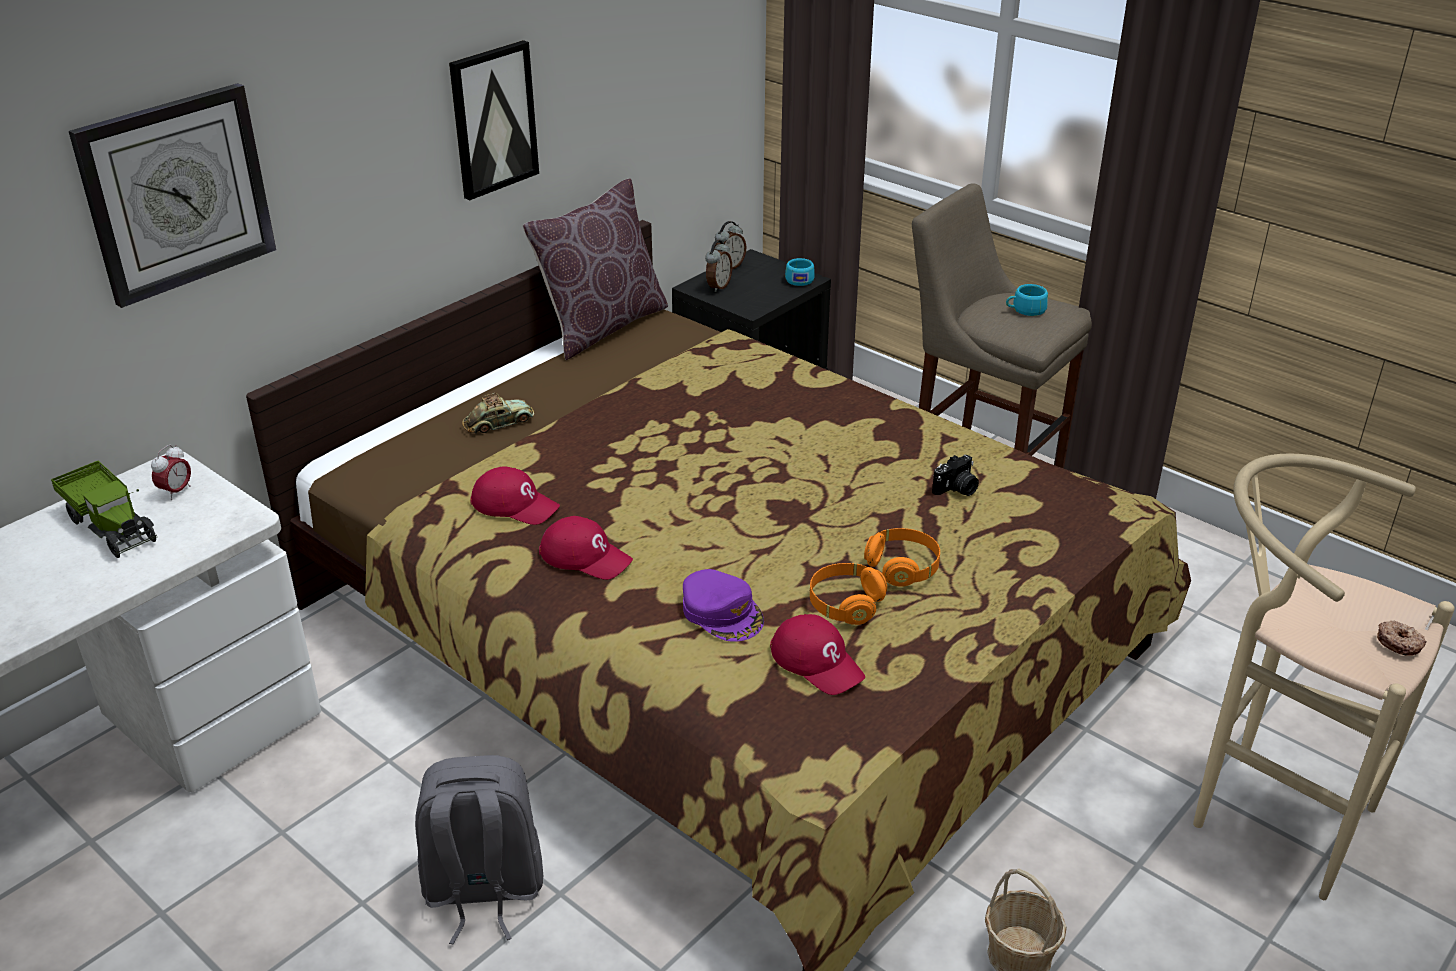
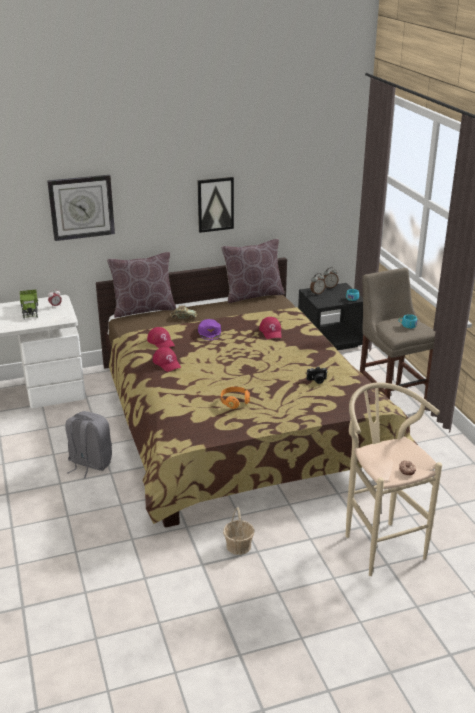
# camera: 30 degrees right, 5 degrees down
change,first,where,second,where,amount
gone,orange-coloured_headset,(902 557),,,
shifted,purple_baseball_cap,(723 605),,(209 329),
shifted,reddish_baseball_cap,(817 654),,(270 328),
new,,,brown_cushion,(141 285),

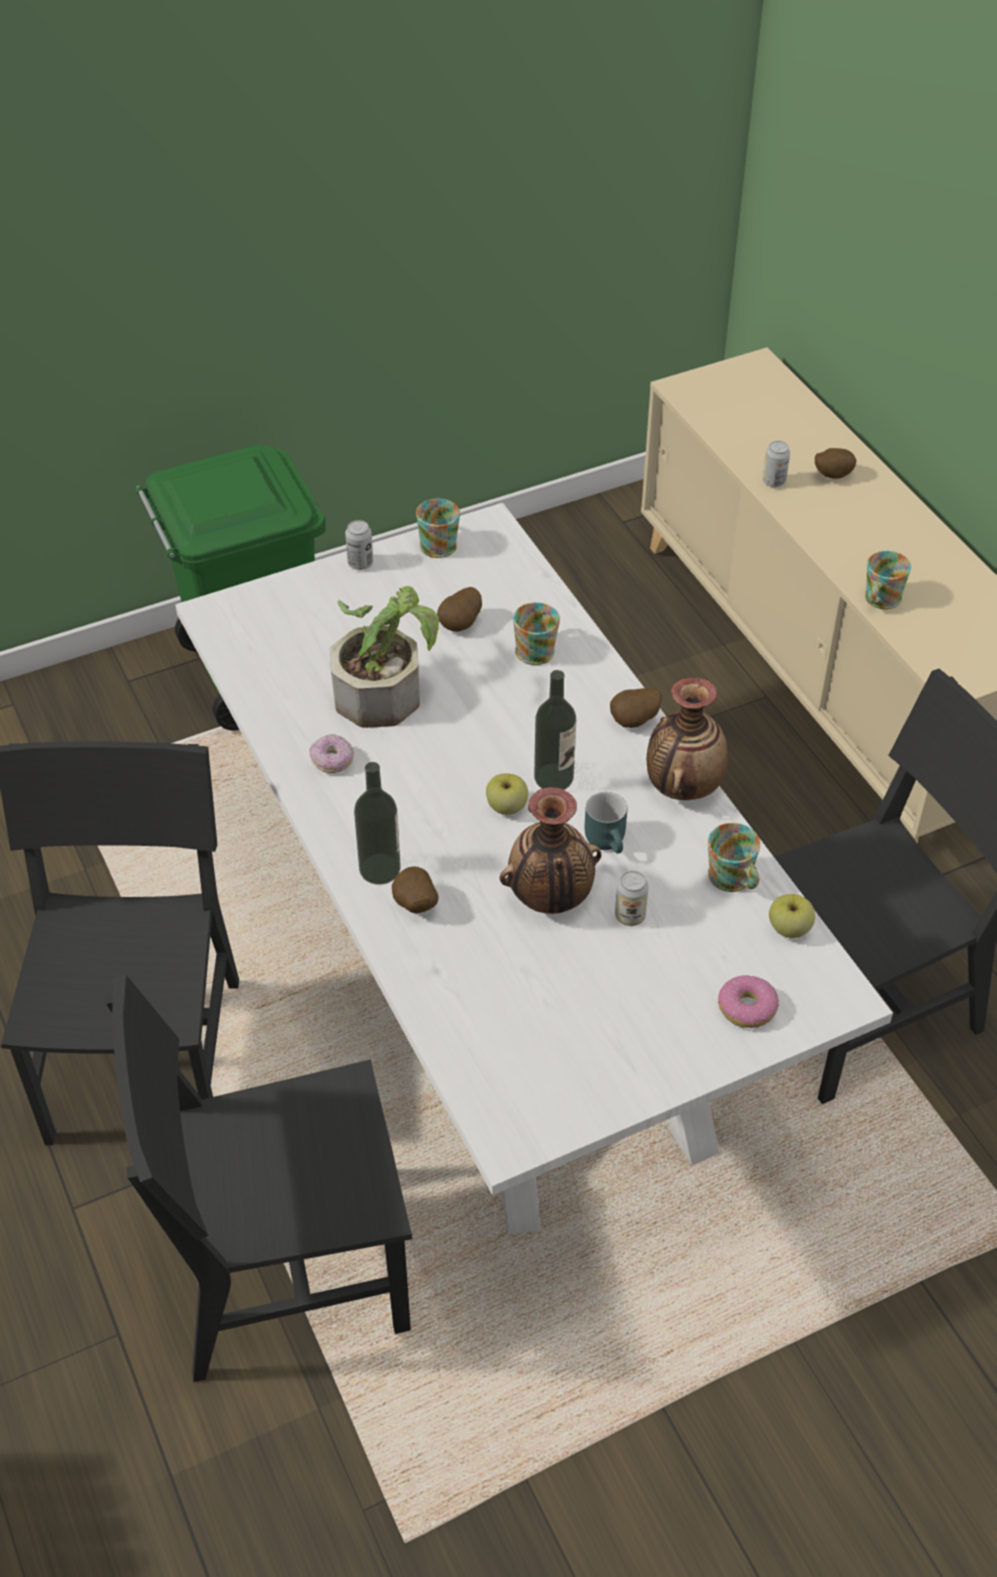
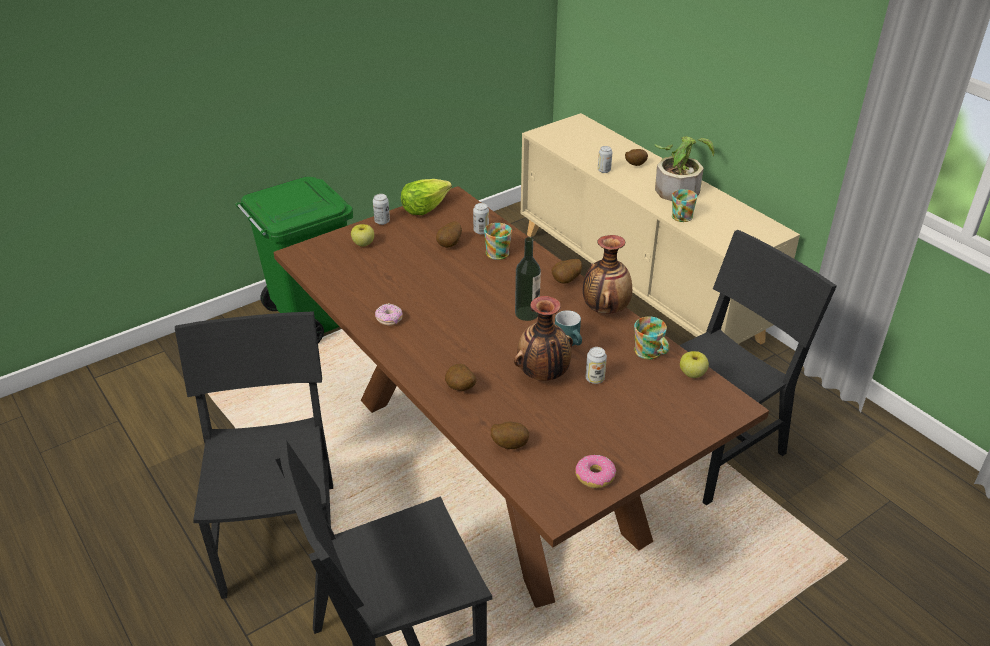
# camera: 10 degrees left, 10 degrees down
change,first,where,second,where,amount
swapped,coffee_mug,(438 528),lettuce,(426 197),
repainted,whitish_dinner_table,(534 868),brown_dinner_table,(521 397),
shifted,potted_plant,(384 657),,(685 168),
gone,drink_bottle,(377 823),,,
shifted,apple,(507 794),,(362 235),
shifted,donut,(748 1001),,(595 471),
new,,,sealed_can,(481 218),
new,,,potato,(509 435),

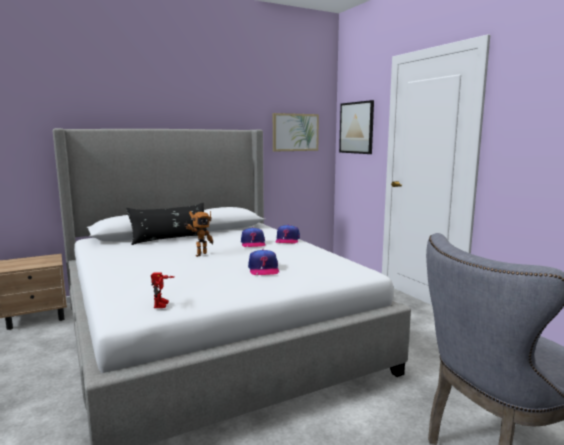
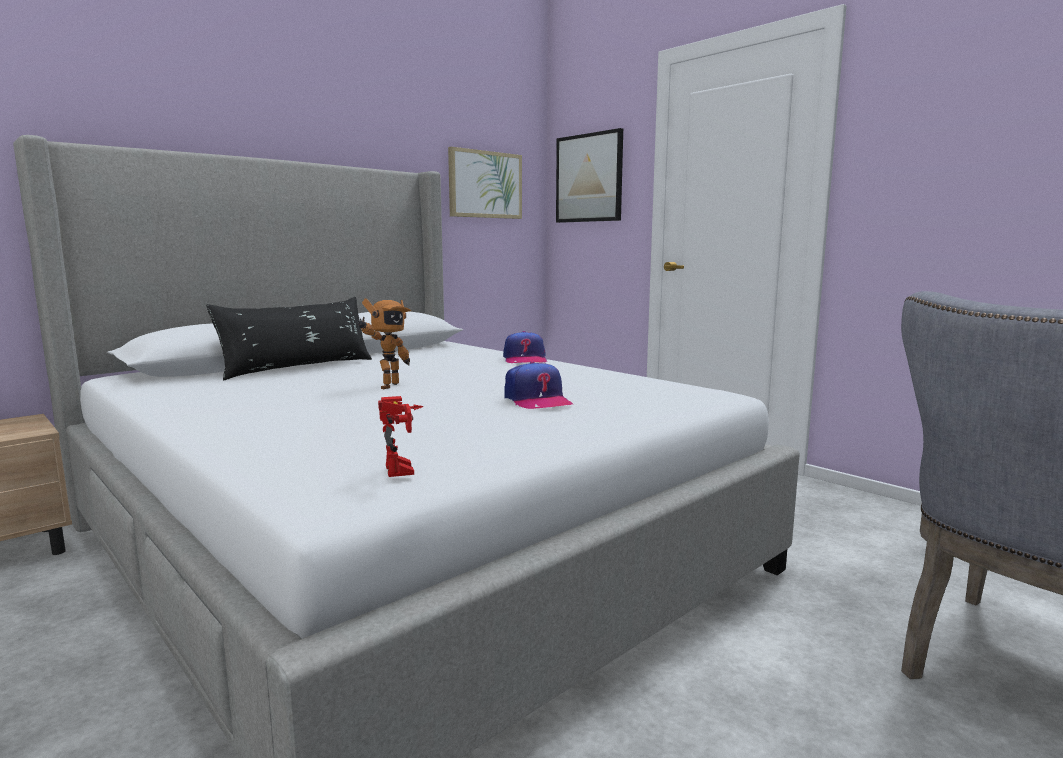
# camera: 15 degrees left, 0 degrees up
change,first,where,second,where,amount
gone,baseball_cap,(253 237),,,

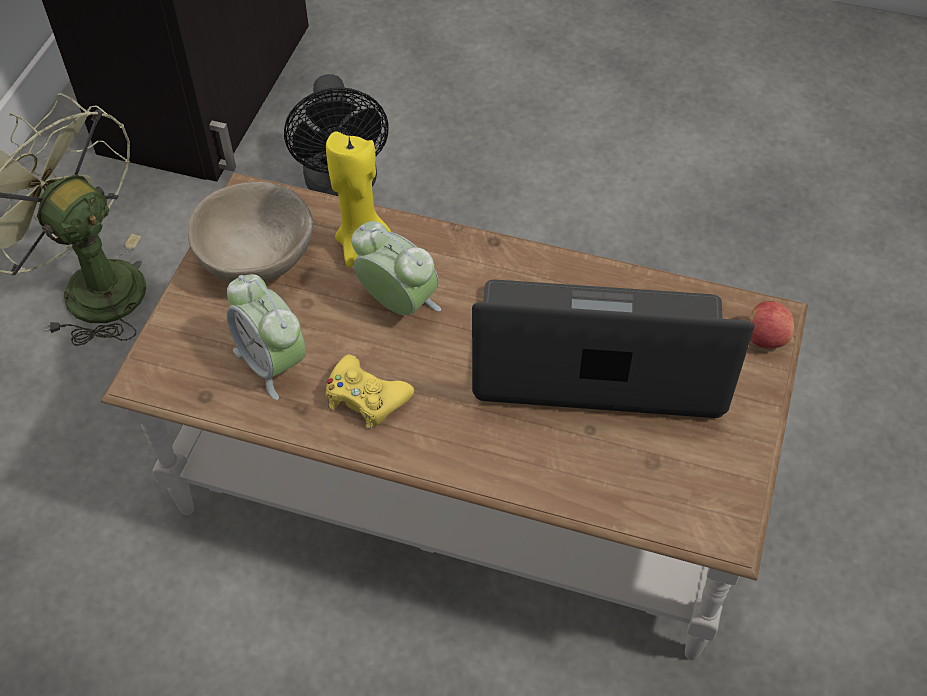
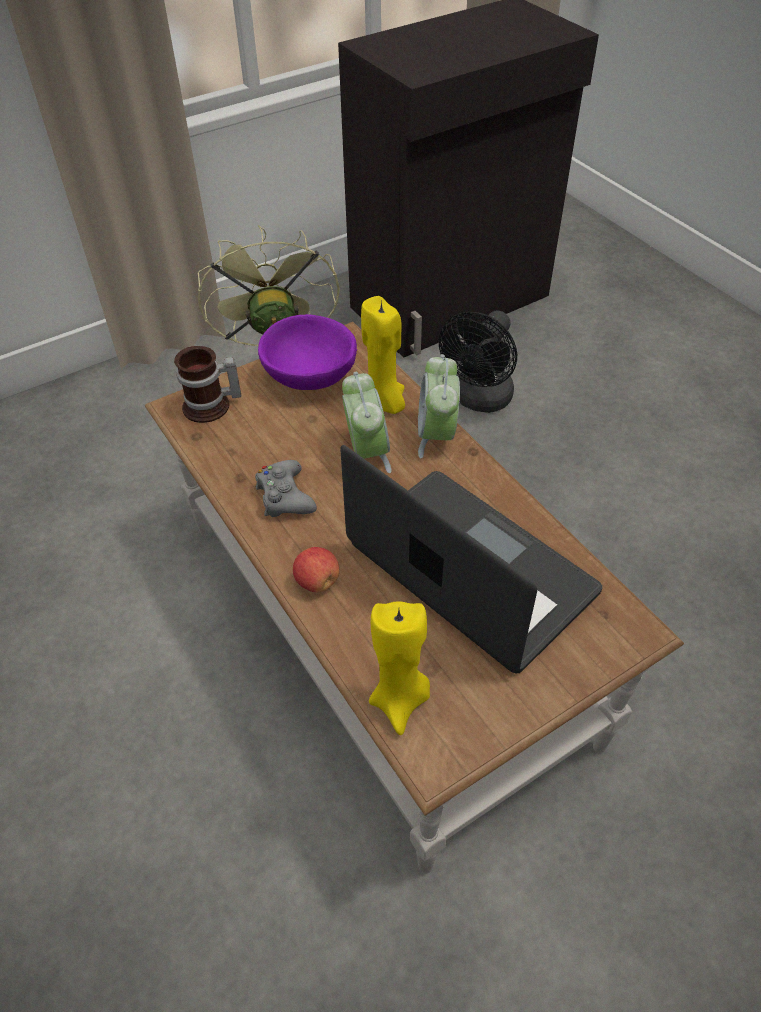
# camera: 40 degrees right, 5 degrees down
change,first,where,second,where,amount
repainted,sand-coloured_deep_dish,(250 232),purple_deep_dish,(307 352),
shifted,alarm_clock,(266 337),,(439 406),
shifted,apple,(770 324),,(316 569),
repainted,yellowish_game_controller,(370 391),gray_game_controller,(286 488),
new,,,coffee_mug,(207 384),
new,,,yellowish_candle,(399 668),

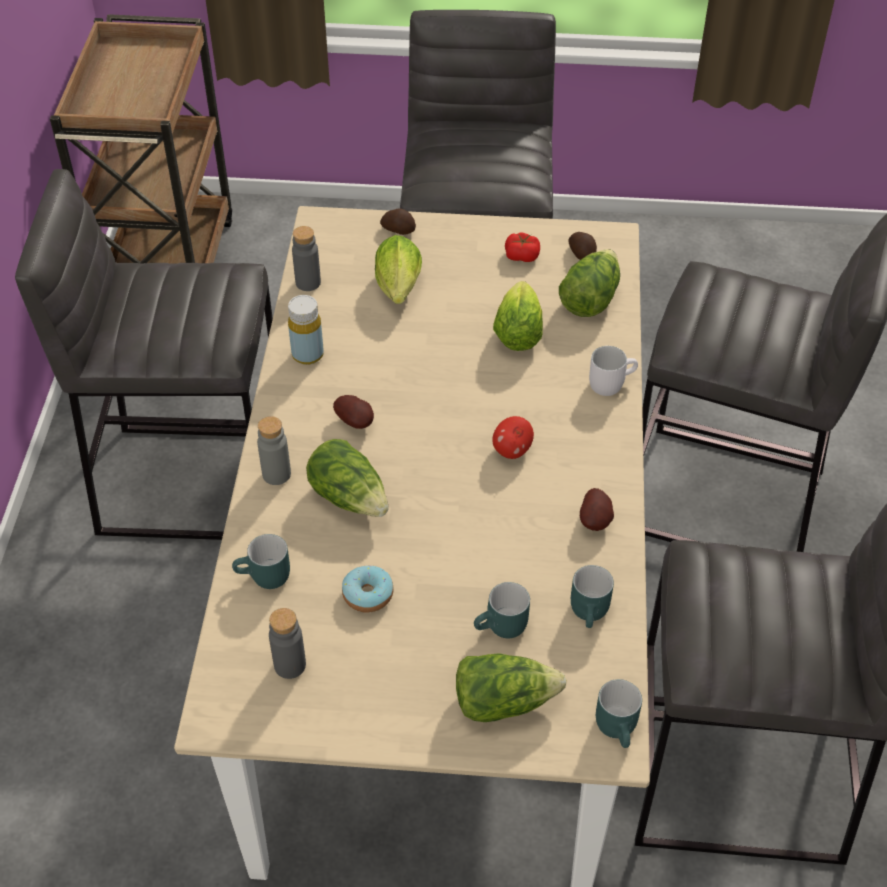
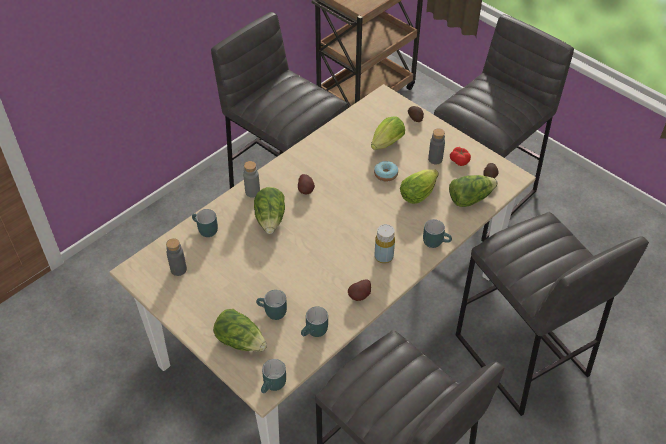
# camera: 40 degrees right, 0 degrees up
change,first,where,second,where,amount
shifted,gray_drink_bottle,(306 258),,(436 146),
shifted,yellowish_drink_bottle,(306 330),,(385 244),
repainted,whitish_coffee_mug,(613 371),turquoise_coffee_mug,(437 233),
gone,apple,(513 437),,,
shifted,donut,(368 589),,(386 171),

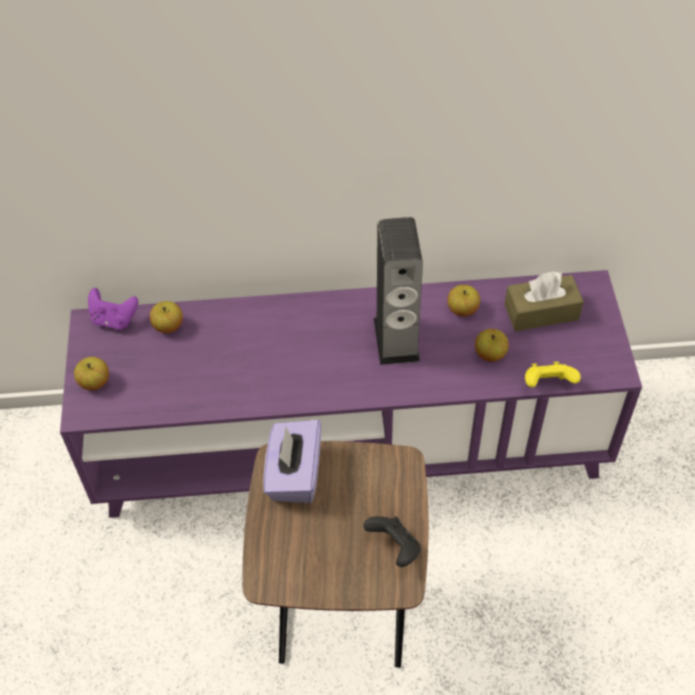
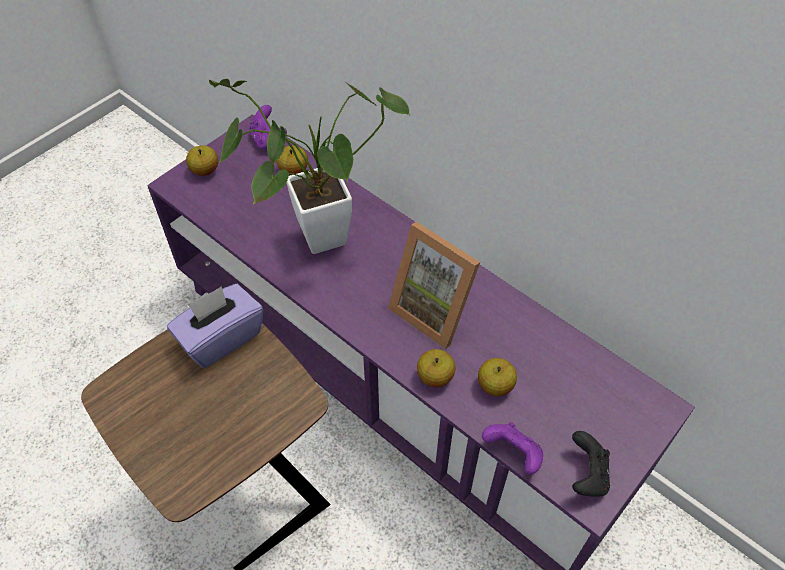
# camera: 45 degrees right, 0 degrees up
change,first,where,second,where,amount
swapped,loudspeaker,(398 291),standing_frame,(434 285),
gone,brown_tissue_box,(544 301),,,
shifted,apple,(463 301),,(436 368),
repainted,yellowish_game_controller,(553 375),purple_game_controller,(512 448),
shifted,black_game_controller,(392 541),,(591 463),
new,,,potted_plant,(309 166),

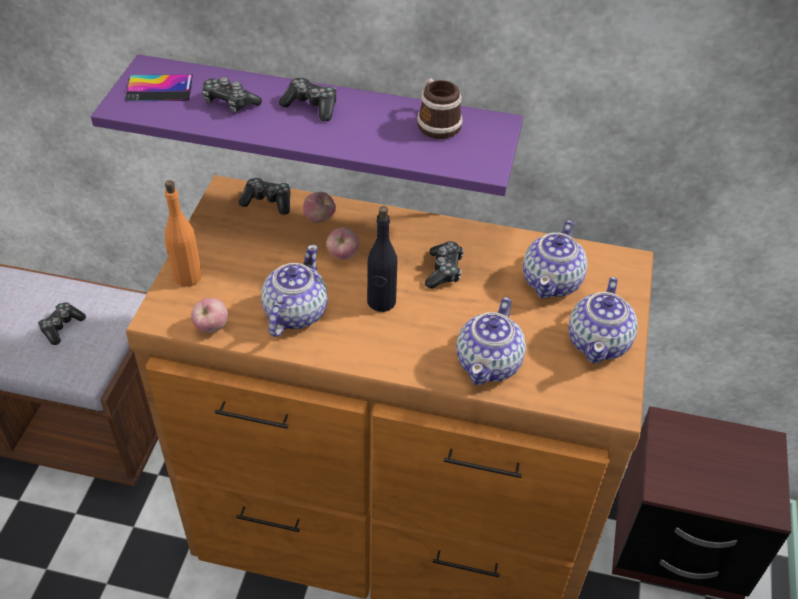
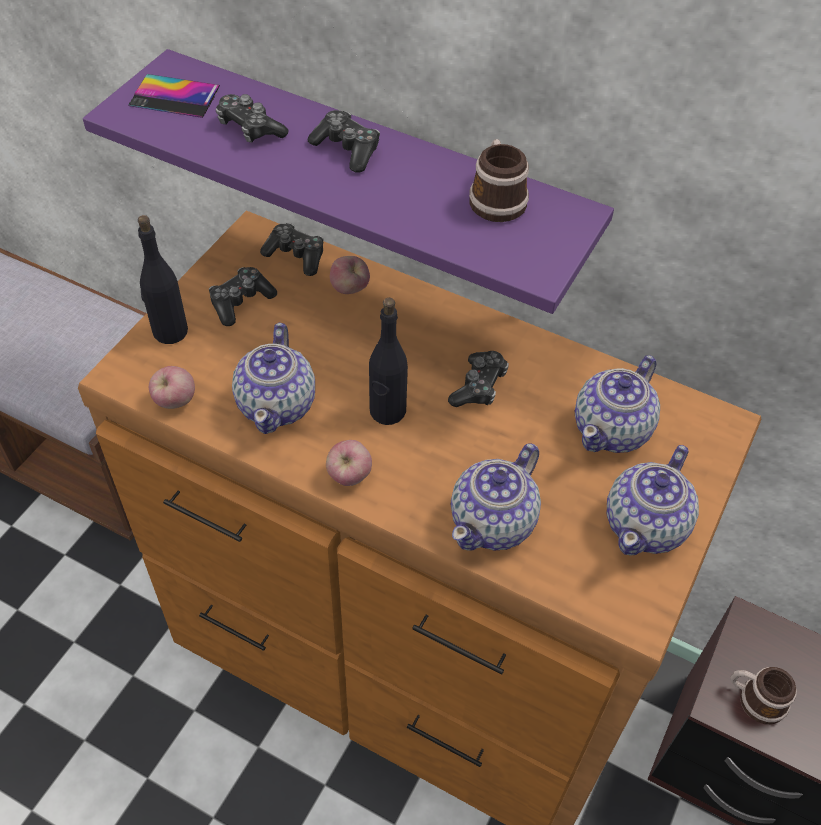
# camera: 15 degrees right, 5 degrees up
change,first,where,second,where,amount
repainted,orange-coloured_drink_bottle,(183 233),black_drink_bottle,(163 279),
shifted,apple,(343 243),,(349 463),
rotated,tea_pot,(294 290),,(273 378),150 degrees clockwise
shifted,game_controller,(62 324),,(243 296),
new,,,coffee_mug,(763 695),

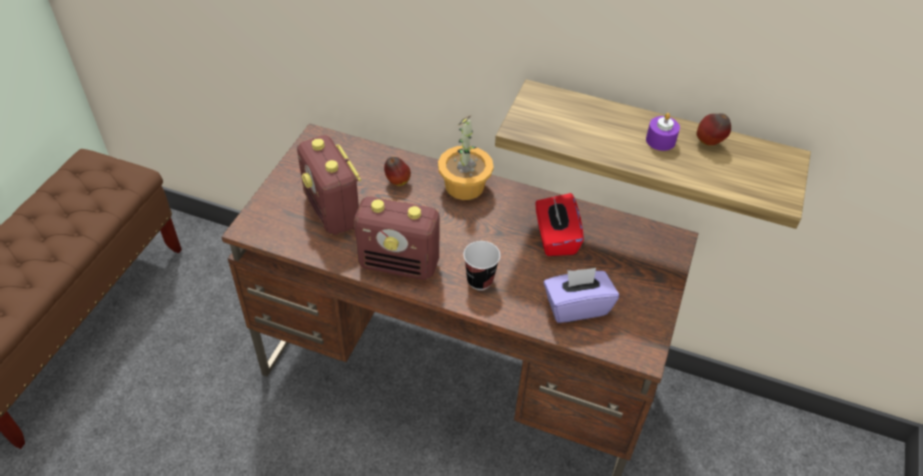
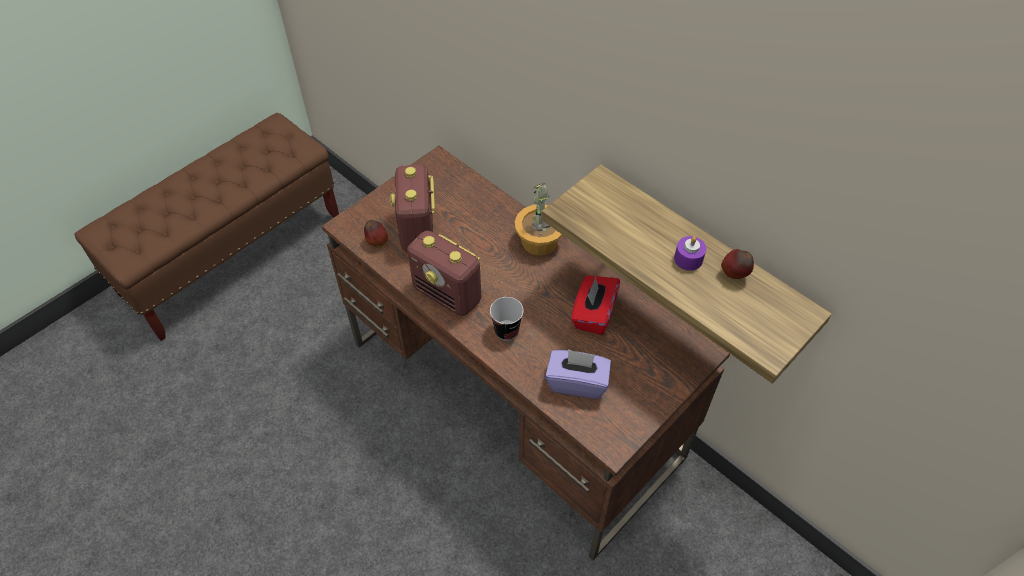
# camera: 25 degrees right, 5 degrees up
change,first,where,second,where,amount
shifted,apple,(397 171),,(376 233),

